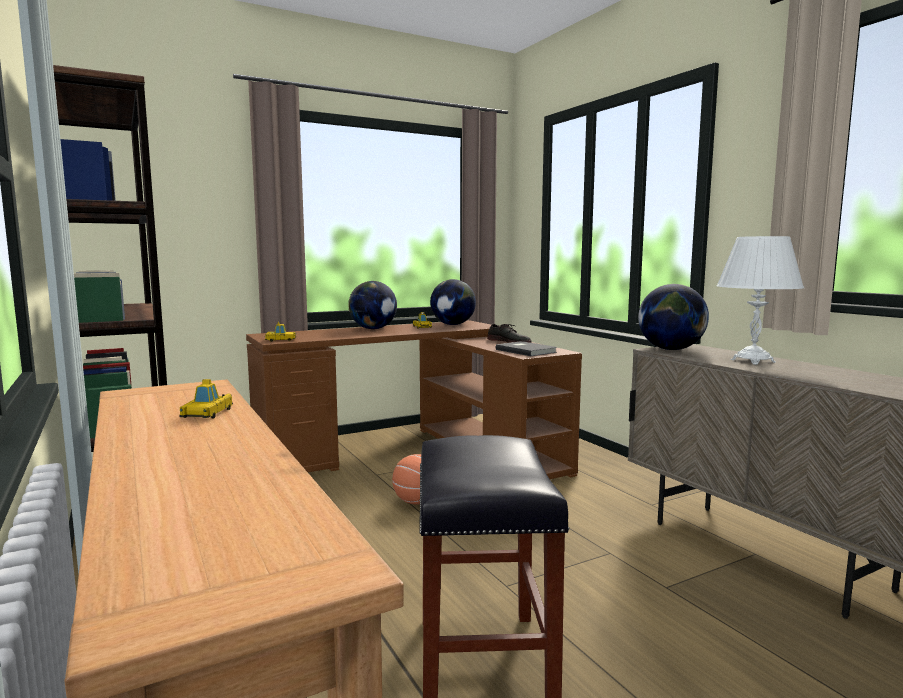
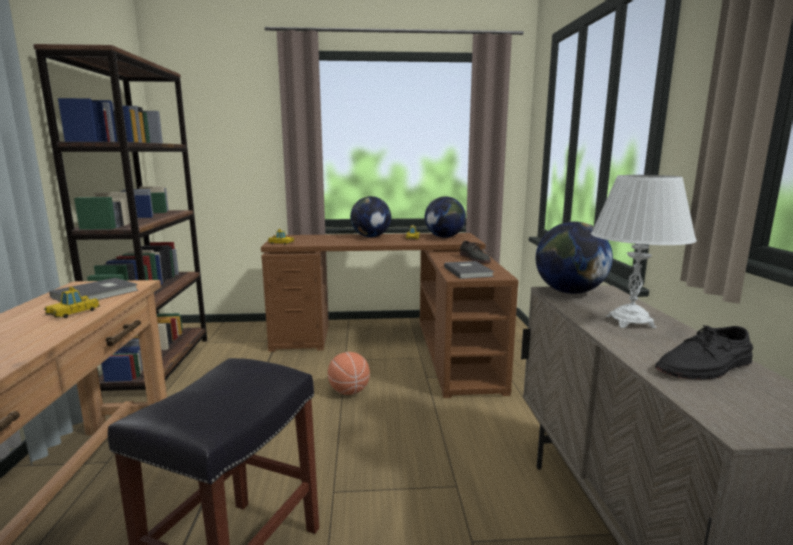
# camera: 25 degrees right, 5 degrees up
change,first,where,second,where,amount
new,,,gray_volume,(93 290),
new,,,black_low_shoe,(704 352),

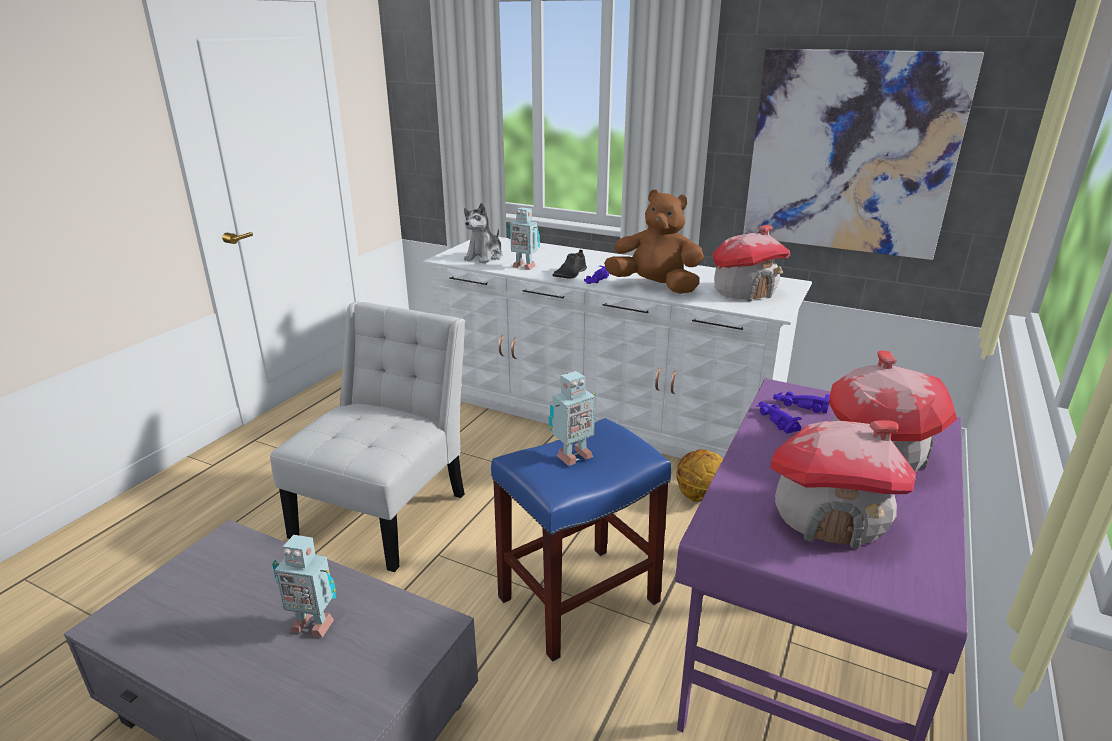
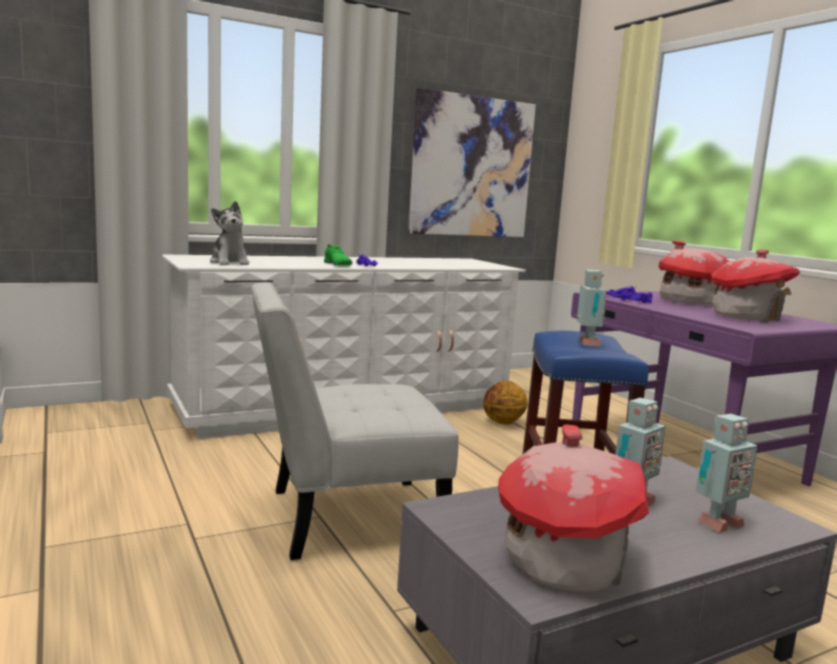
# camera: 55 degrees left, 15 degrees down
change,first,where,second,where,amount
gone,brown_soft_toy,(654 241),,,
shifted,toy_robot,(524 238),,(727 473),
shifted,miniature_house,(751 263),,(573 508),
repainted,black_low_shoe,(569 264),green_low_shoe,(338 255),
rotated,whitish_upright_chair,(367 436),,(355 421),75 degrees counterclockwise

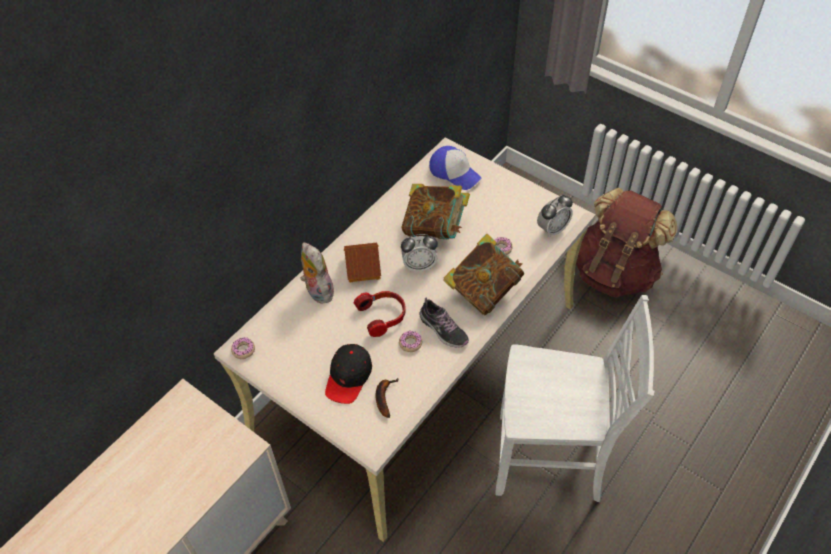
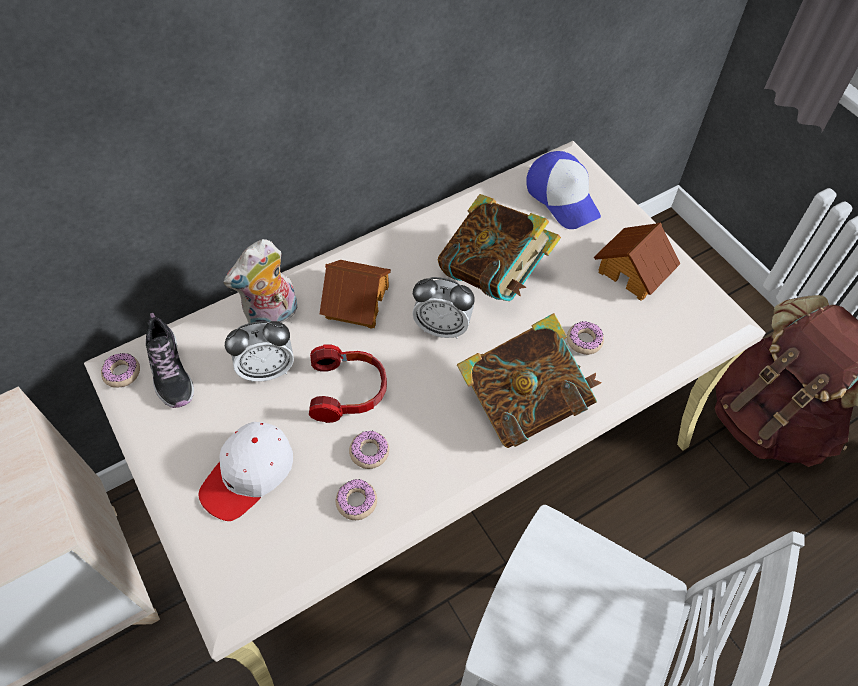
# camera: 20 degrees right, 5 degrees up
change,first,where,second,where,amount
shifted,alarm_clock,(555 216),,(259 351),
rotated,soft_toy,(317 273),,(260 281),120 degrees counterclockwise
shifted,low_shoe,(444 322),,(170 360),
repainted,black_baseball_cap,(348 374),whitish_baseball_cap,(246 471),
gone,whole_banana,(387 398),,,
new,,,miniature_house,(637 262),
new,,,donut,(356 499),

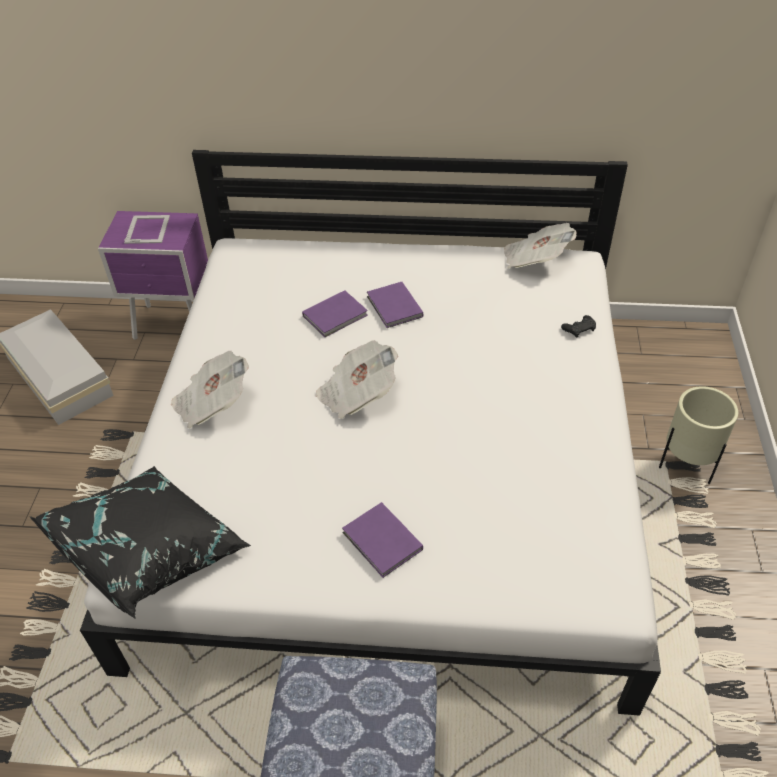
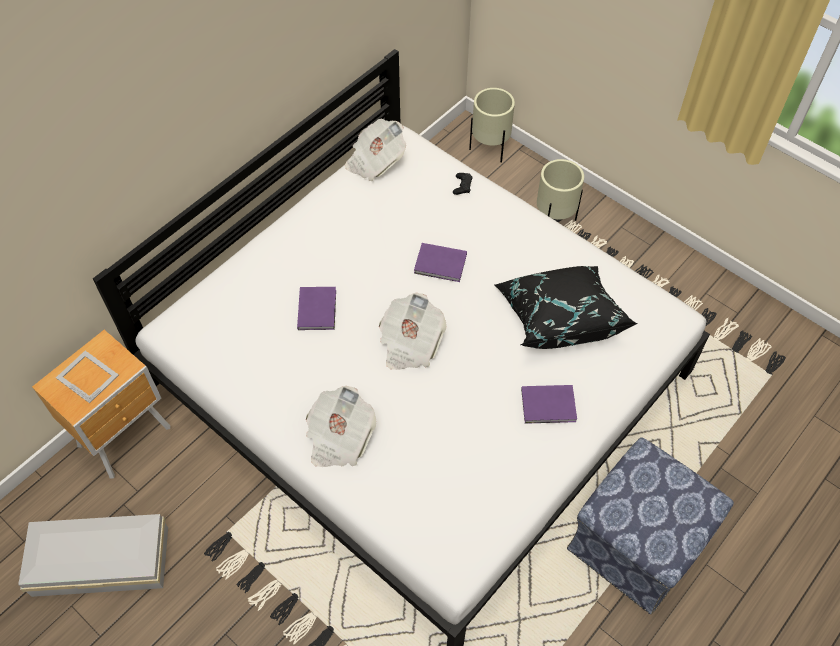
# camera: 55 degrees left, 10 degrees up
change,first,where,second,where,amount
repainted,purple_bedside_table,(153 275),brown_bedside_table,(101 404),
shifted,purple_volume,(395 305),,(440 262),
shifted,black_cushion,(140 542),,(566 307),
new,,,sand-coloured_plant_pot,(492 125),

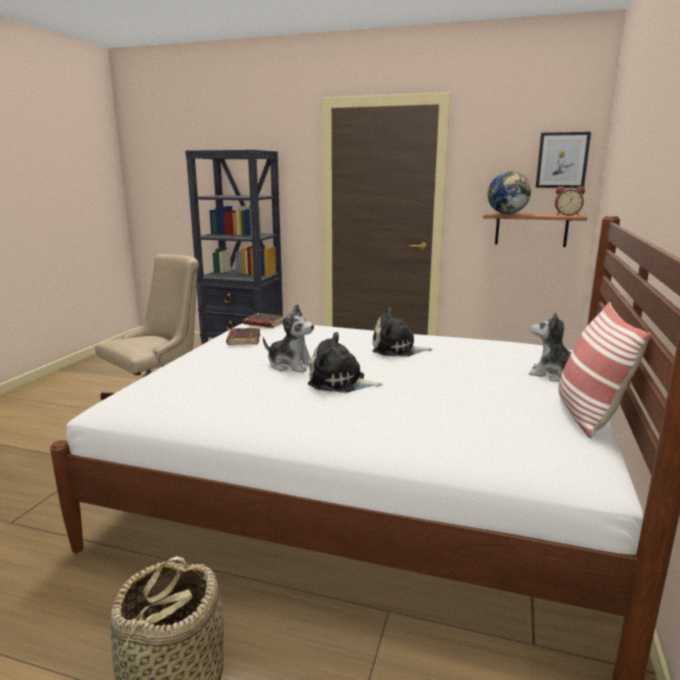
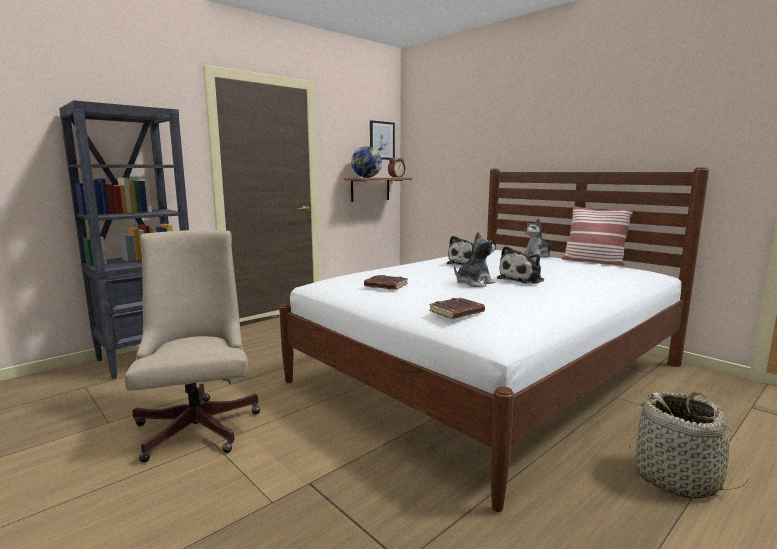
# camera: 60 degrees left, 5 degrees down
change,first,where,second,where,amount
shifted,brown_volume,(264 320),,(457 308),

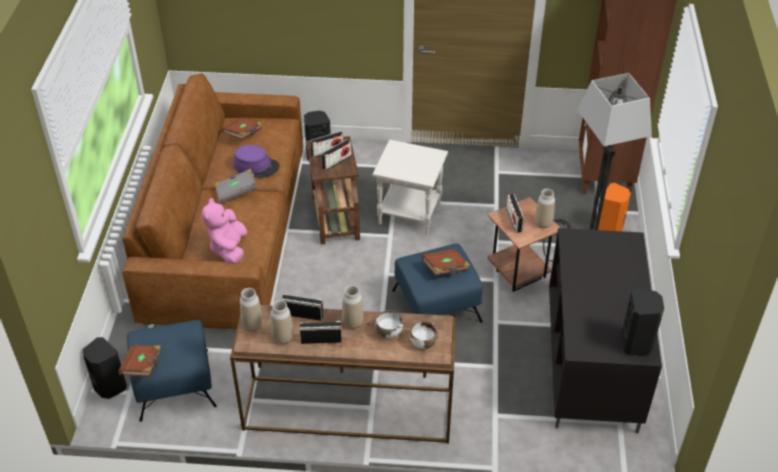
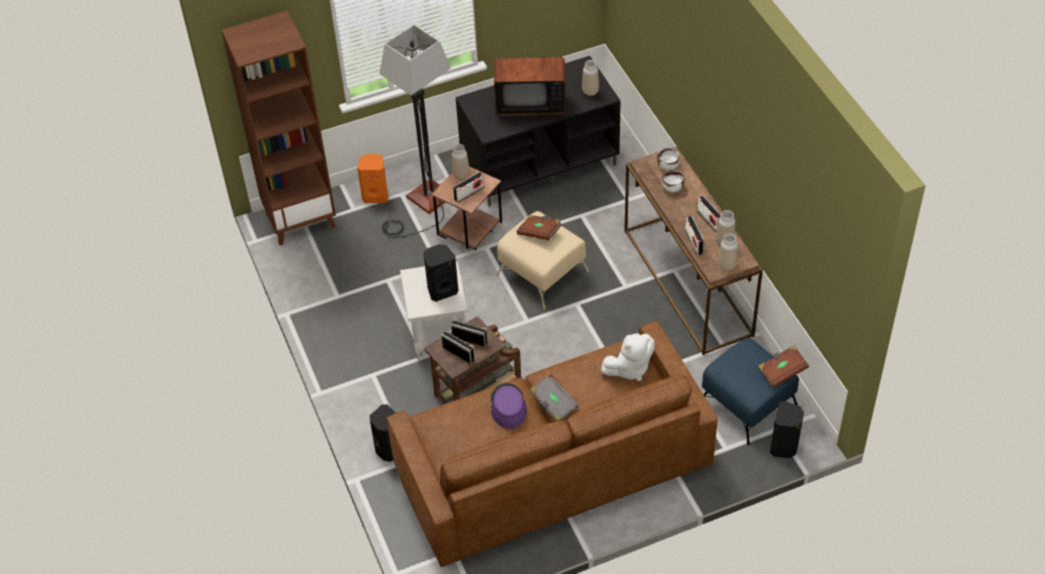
# camera: 115 degrees left, 5 degrees up
change,first,where,second,where,amount
gone,brown_volume,(242 128),,,
repainted,pink-coloured_soft_toy,(224 231),whitish_soft_toy,(628 357),
repainted,blue_footrest,(437 283),sand-coloured_footrest,(542 260),
shifted,flower_vase,(353 307),,(590 78),
shifted,black_loudspeaker,(643 322),,(440 273),
new,,,television,(530 74),

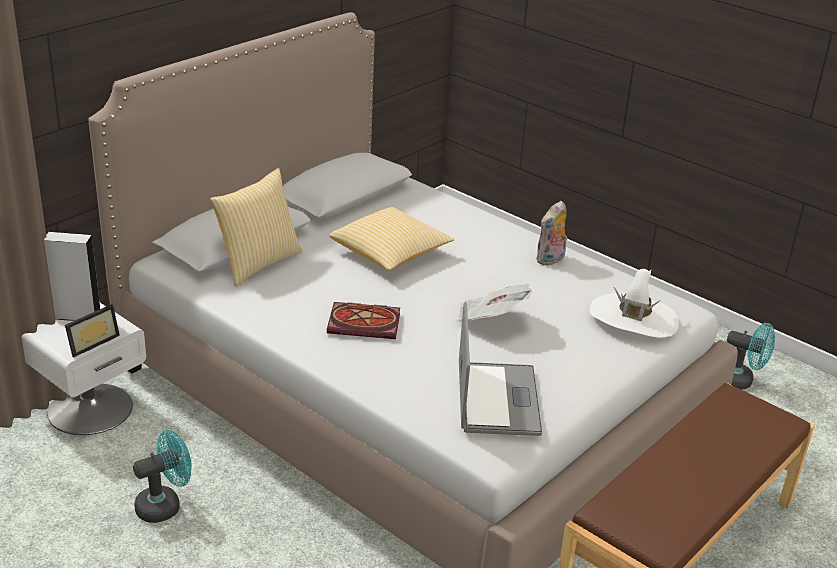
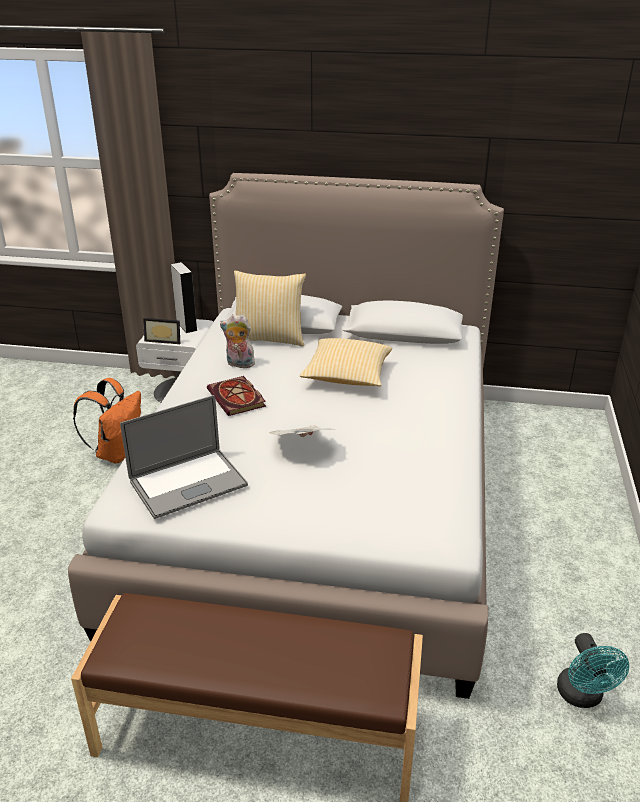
# camera: 60 degrees right, 0 degrees up
change,first,where,second,where,amount
shifted,soft_toy,(551 233),,(237 341),
gone,whitish_clothing_hat,(634 303),,,
swapped,turquoise_fan,(162 476),orange-coloured_knapsack,(107 421),

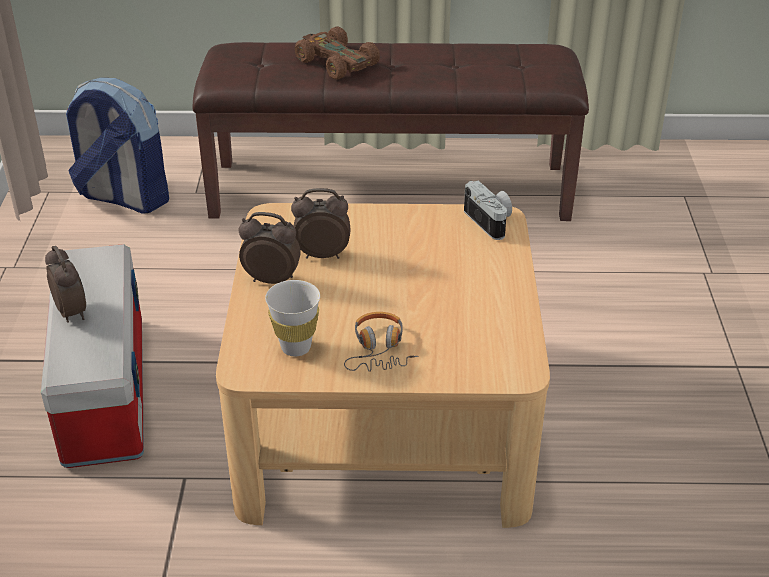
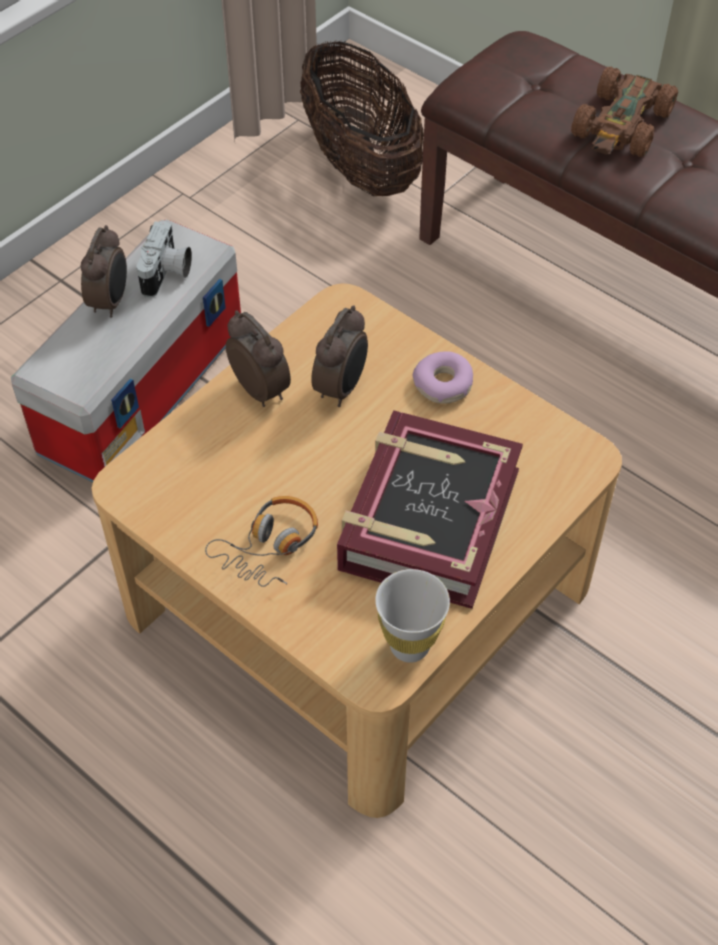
# camera: 40 degrees right, 15 degrees up
change,first,where,second,where,amount
rotated,brown_model_car,(337 53),,(624 111),150 degrees counterclockwise
swapped,knapsack,(117 146),basket,(362 118),
shifted,photo_camera,(488 210),,(164 259),
rotated,alarm_clock,(320 223),,(339 356),75 degrees clockwise
shifted,whitish_drinking_cup,(292 318),,(412 616),
new,,,donut,(443 377),
new,,,volume,(430 509),

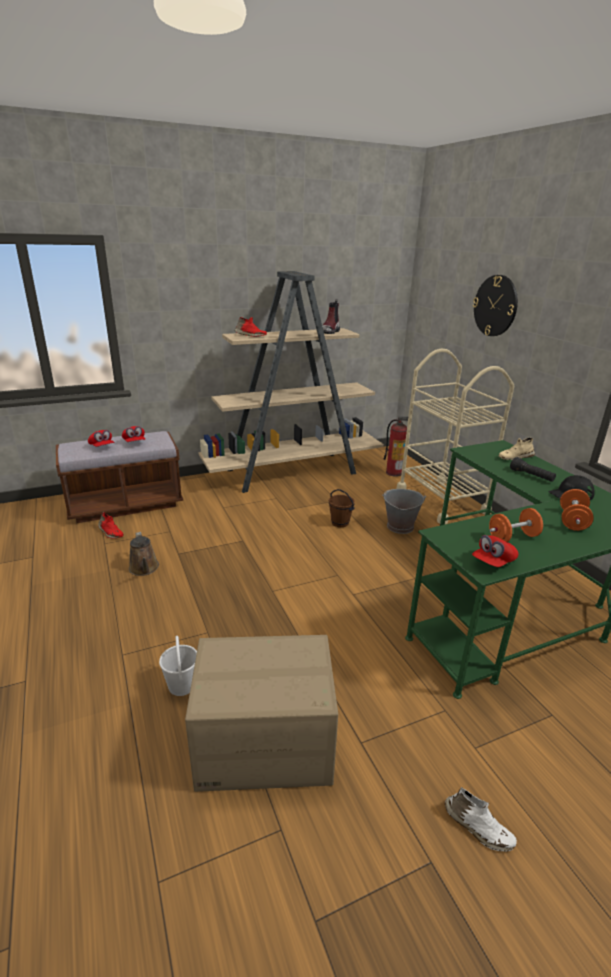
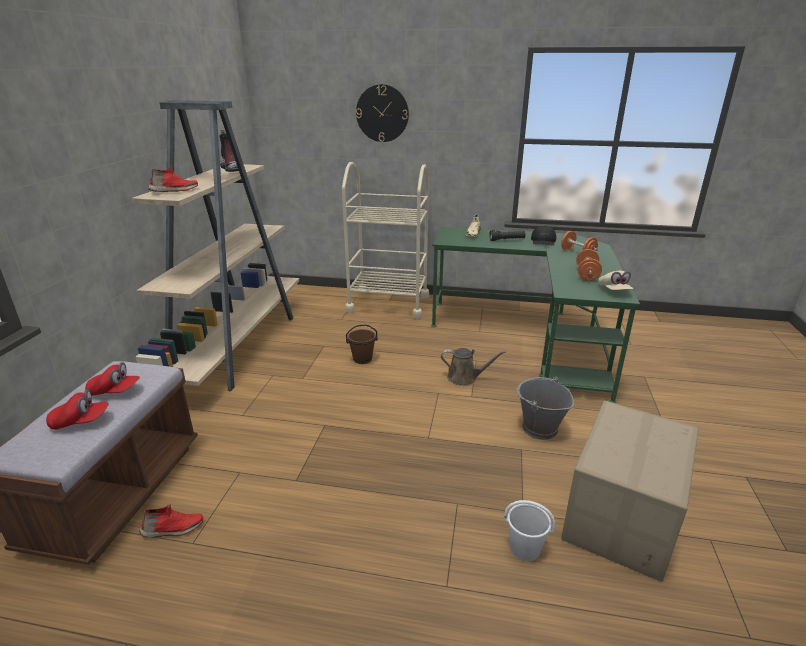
# camera: 55 degrees left, 0 degrees up
change,first,where,second,where,amount
gone,extinguisher,(398 446),,,
shifted,gray_bucket,(404 511),,(545 408),
shifted,brown_sprinkling_can,(144 554),,(473 367),
repainted,reddish_baseball_cap,(495 551),sand-coloured_baseball_cap,(615 280),
gone,whitish_low_shoe,(481 819),,,

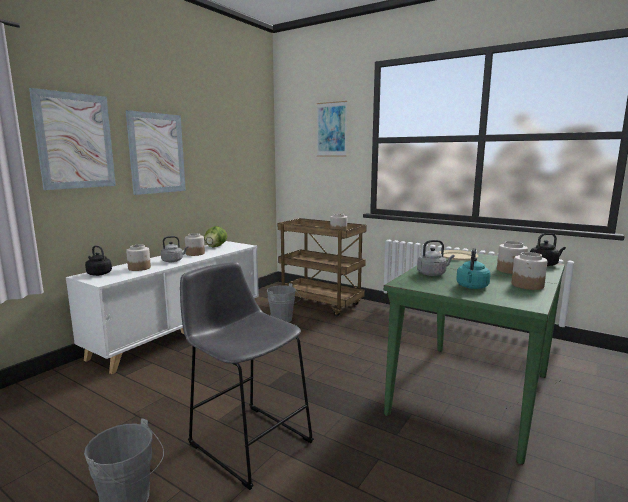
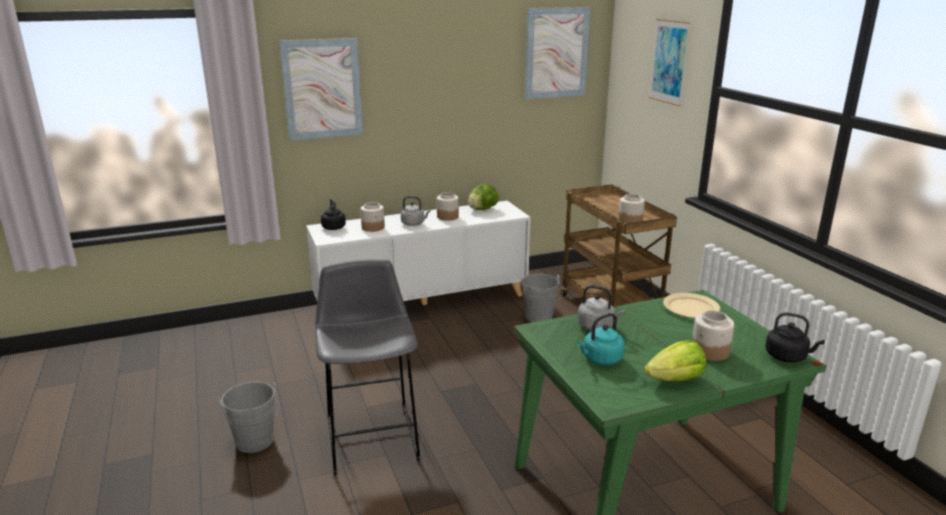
# camera: 35 degrees right, 10 degrees up
change,first,where,second,where,amount
shifted,wall_picture,(156 152),,(558 53),
swapped,jar,(529 271),lettuce,(675 360),

